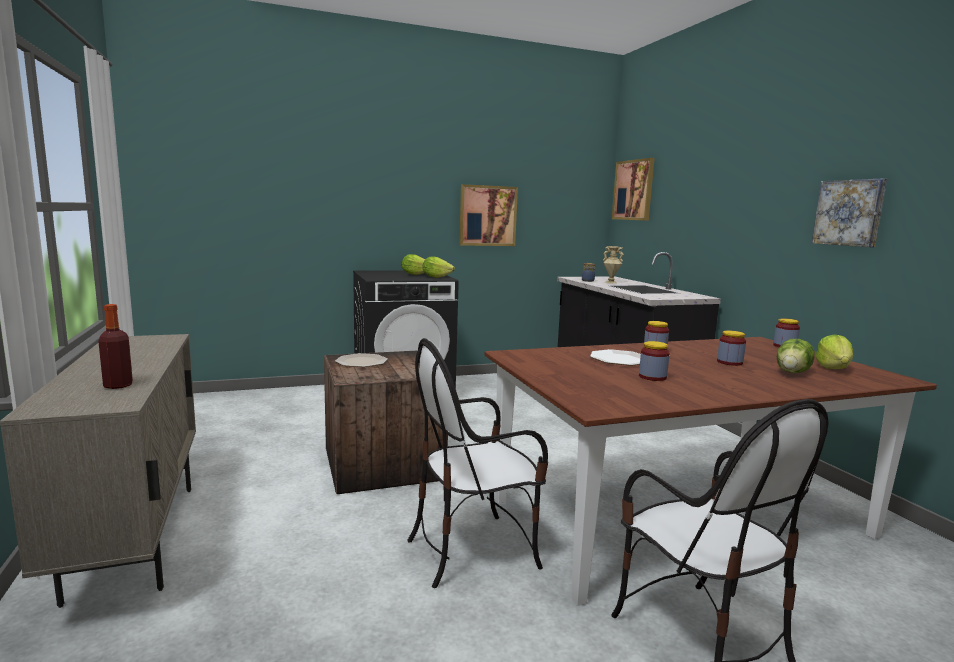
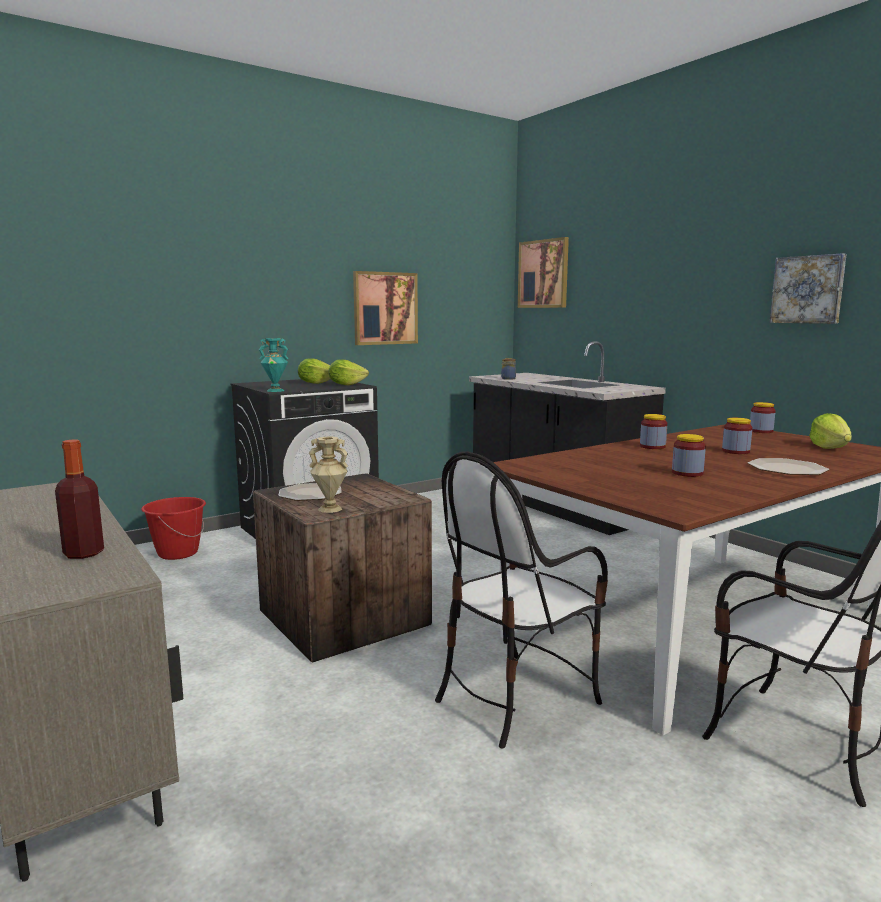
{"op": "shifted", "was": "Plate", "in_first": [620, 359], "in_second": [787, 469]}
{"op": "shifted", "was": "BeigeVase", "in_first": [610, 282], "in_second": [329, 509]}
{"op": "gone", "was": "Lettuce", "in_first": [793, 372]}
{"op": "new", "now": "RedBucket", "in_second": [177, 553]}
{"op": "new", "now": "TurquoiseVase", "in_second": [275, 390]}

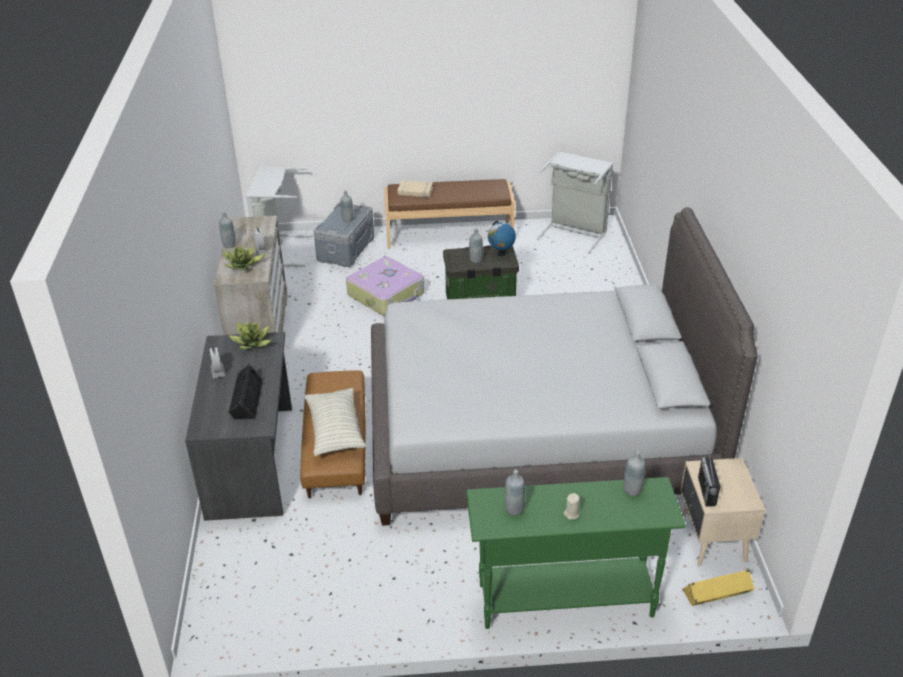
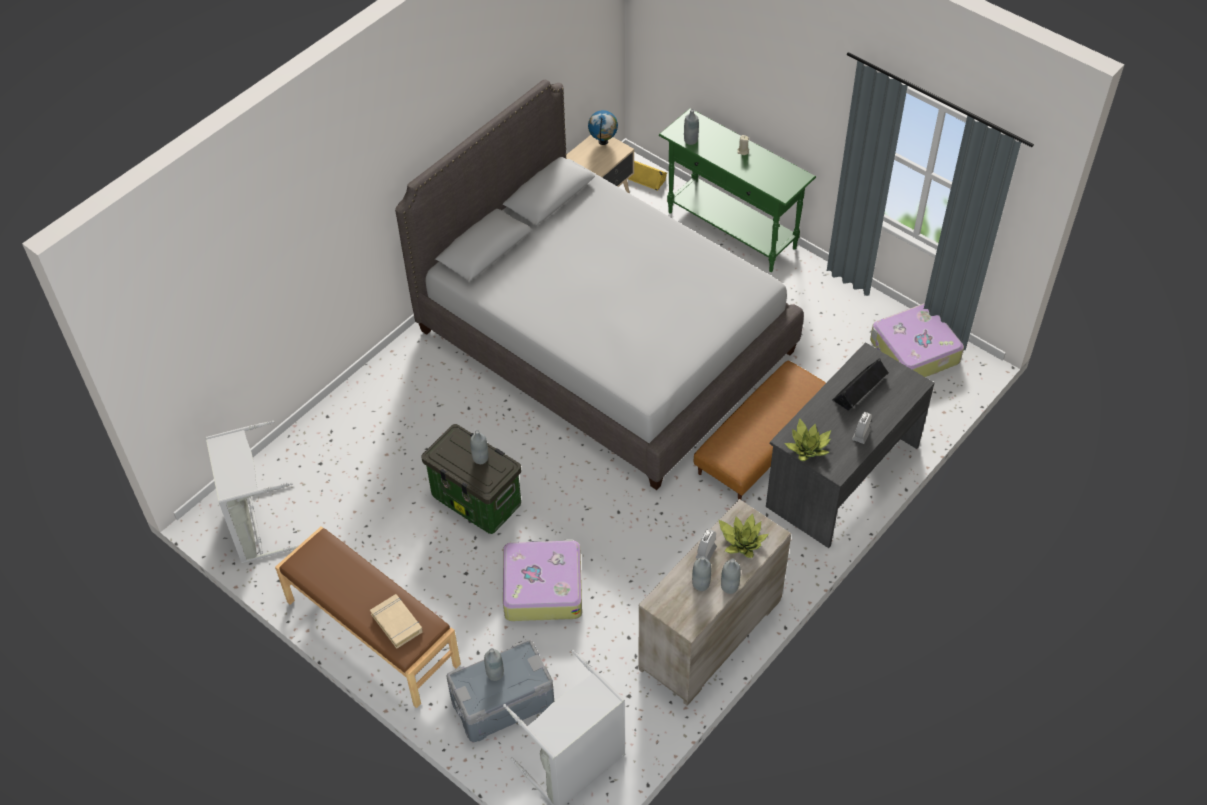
{"op": "gone", "was": "Pillow", "in_first": [335, 430]}
{"op": "shifted", "was": "Globe", "in_first": [501, 254], "in_second": [603, 142]}
{"op": "shifted", "was": "GreyBottle", "in_first": [514, 509], "in_second": [701, 584]}
{"op": "gone", "was": "Radio", "in_first": [706, 491]}
{"op": "new", "now": "Suitcase", "in_second": [913, 352]}

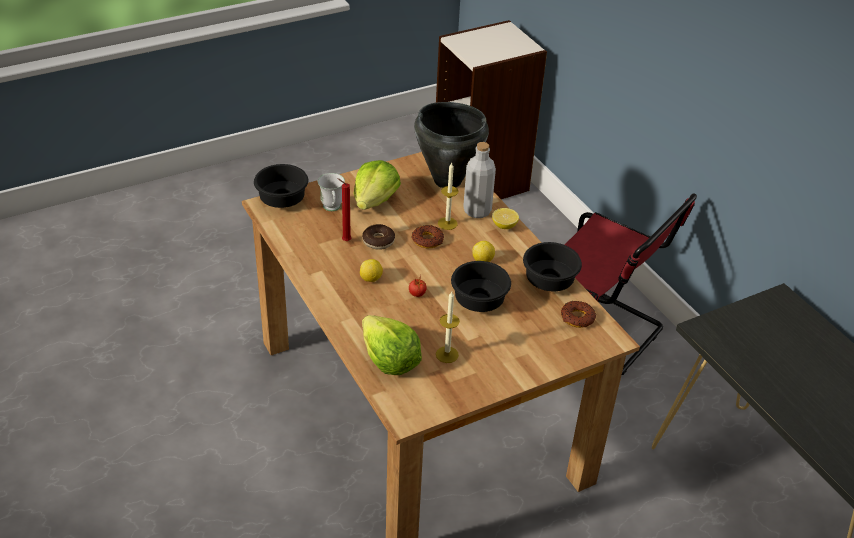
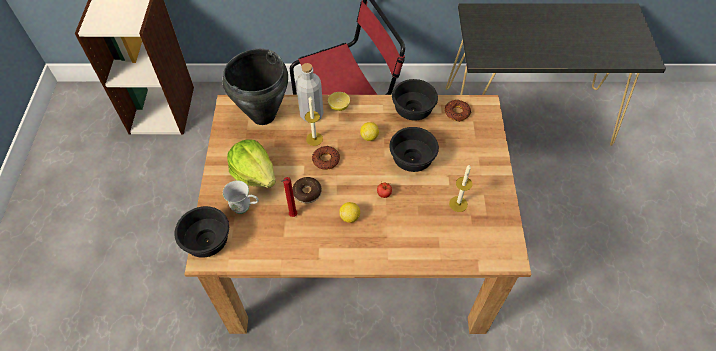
{"op": "gone", "was": "Lettuce", "in_first": [389, 360]}

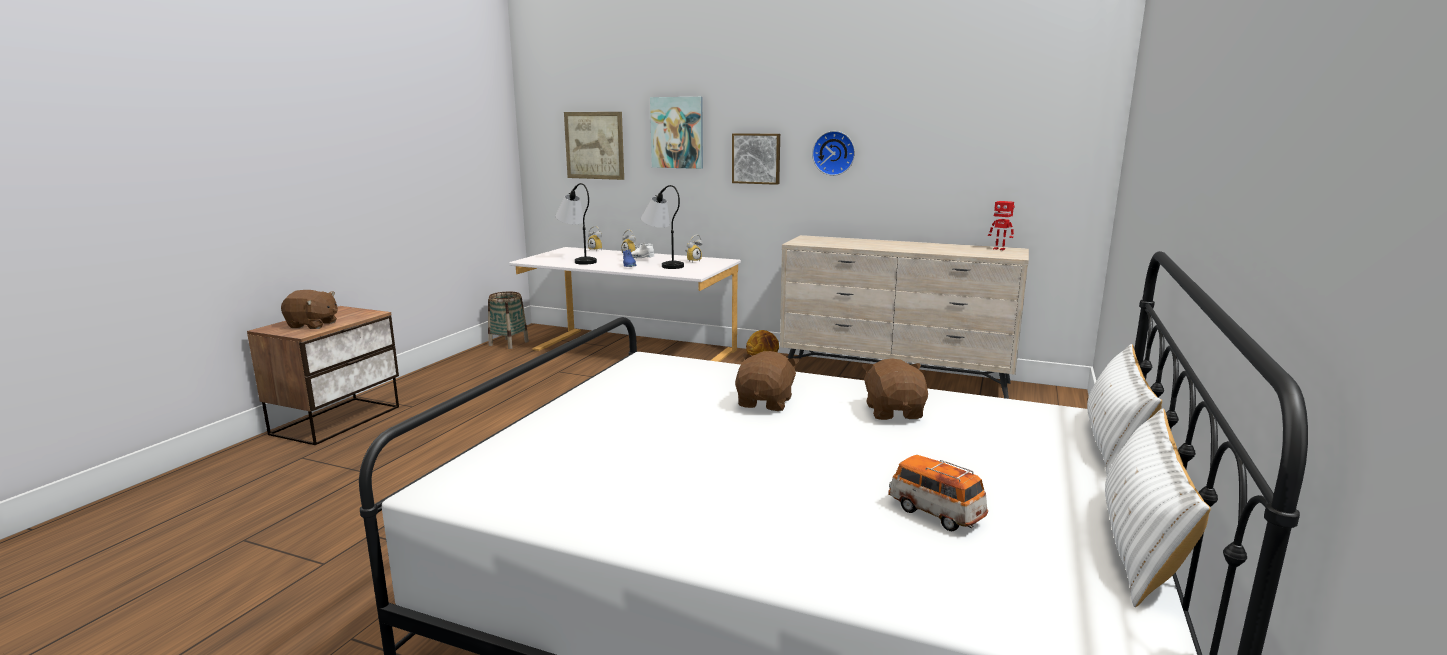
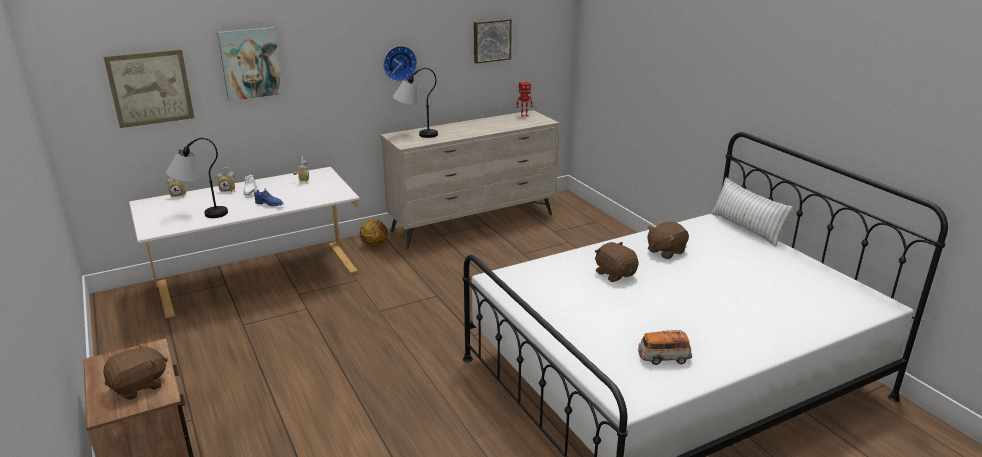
{"op": "gone", "was": "Basket", "in_first": [509, 343]}
{"op": "shifted", "was": "TableLamp", "in_first": [663, 264], "in_second": [415, 135]}
{"op": "shifted", "was": "Picture", "in_first": [756, 158], "in_second": [491, 40]}
{"op": "rotated", "was": "BrownPlushToy", "in_first": [894, 412], "in_second": [665, 251], "clockwise": -75}
{"op": "shifted", "was": "ToyCar", "in_first": [935, 513], "in_second": [663, 358]}
{"op": "gone", "was": "WhitePillow", "in_first": [1139, 542]}

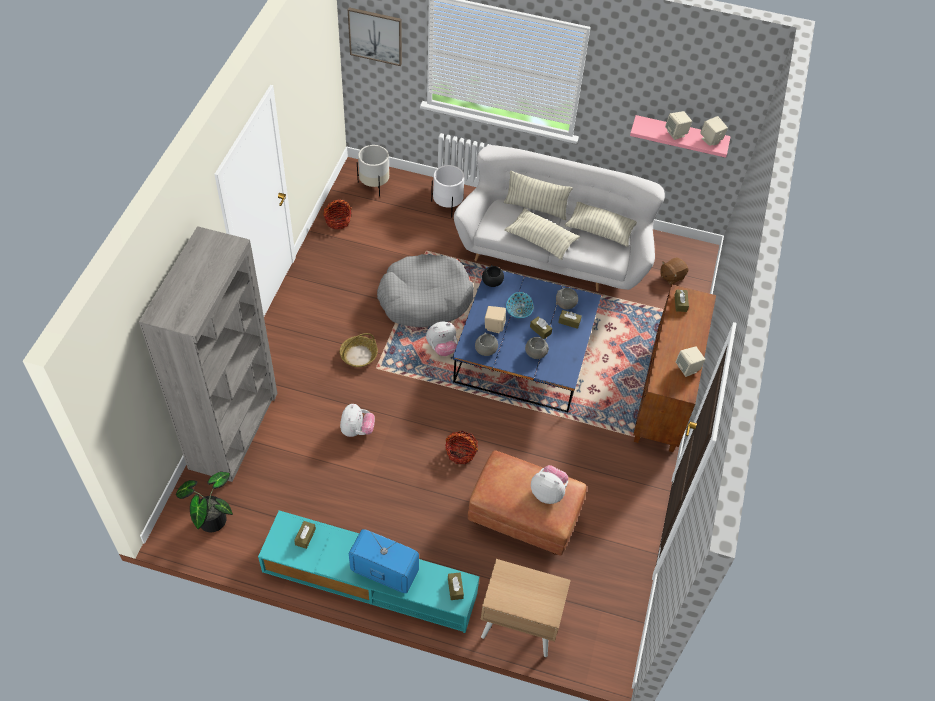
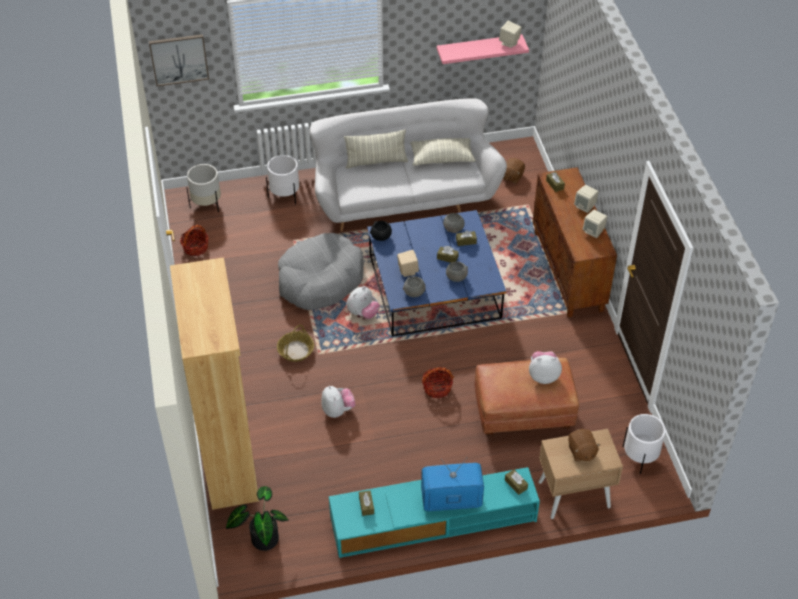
{"op": "repainted", "was": "GreyBookcase", "now": "BrownBookcase", "in_first": [234, 430], "in_second": [229, 459]}
{"op": "gone", "was": "Pillow", "in_first": [541, 240]}
{"op": "gone", "was": "Bowl", "in_first": [519, 311]}
{"op": "shifted", "was": "BeigeSpeaker", "in_first": [676, 133], "in_second": [585, 206]}
{"op": "new", "now": "BrownPlushToy", "in_second": [581, 452]}
{"op": "new", "now": "WhitePlanter", "in_second": [640, 457]}

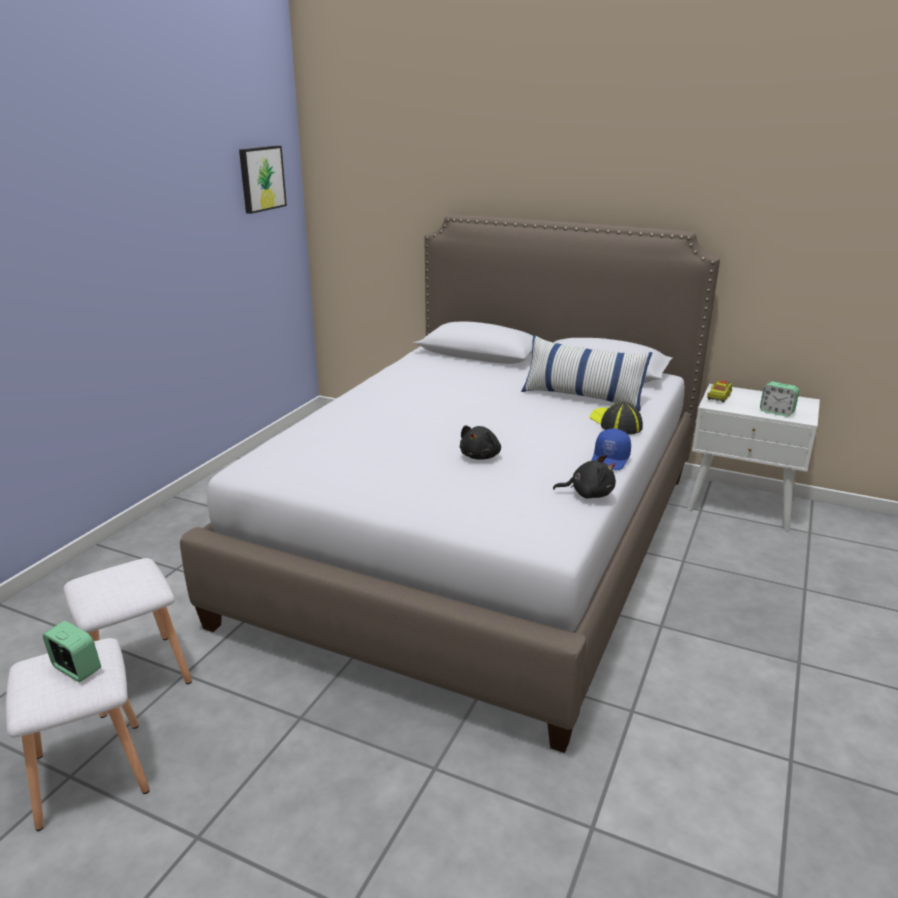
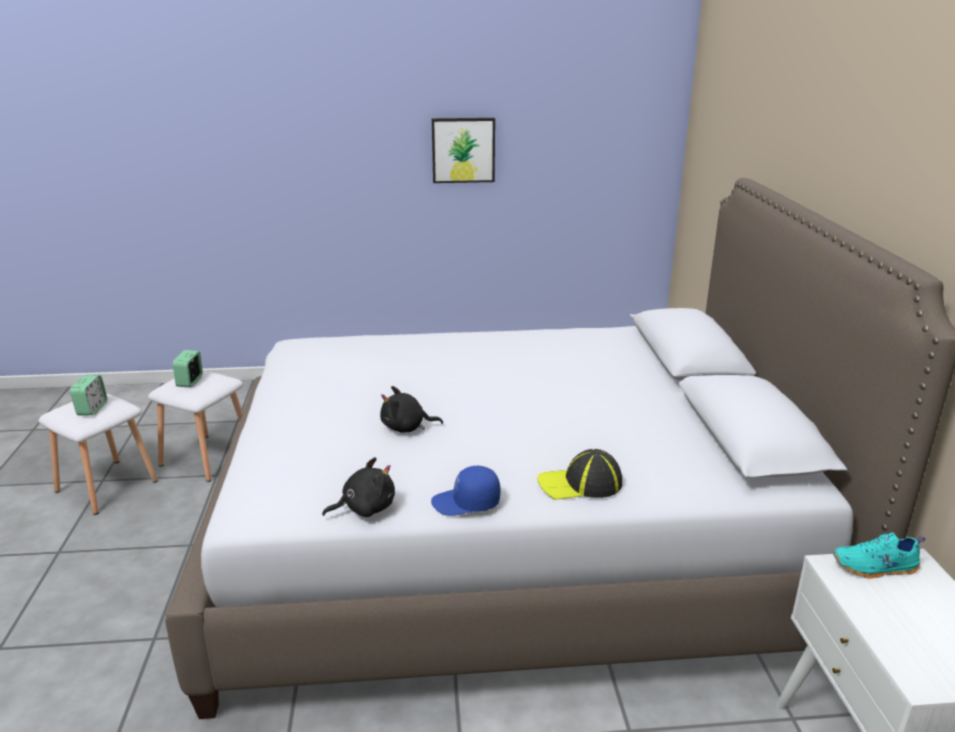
{"op": "shifted", "was": "Picture", "in_first": [261, 178], "in_second": [463, 150]}
{"op": "gone", "was": "Pillow", "in_first": [582, 397]}
{"op": "rotated", "was": "BlackPlushToy", "in_first": [588, 494], "in_second": [365, 508], "clockwise": -90}
{"op": "rotated", "was": "Cap", "in_first": [615, 423], "in_second": [580, 484], "clockwise": -135}
{"op": "swapped", "was": "ToyTruck", "now": "TurquoiseShoe", "in_first": [719, 397], "in_second": [875, 568]}
{"op": "shifted", "was": "AlarmClock", "in_first": [776, 412], "in_second": [190, 382]}

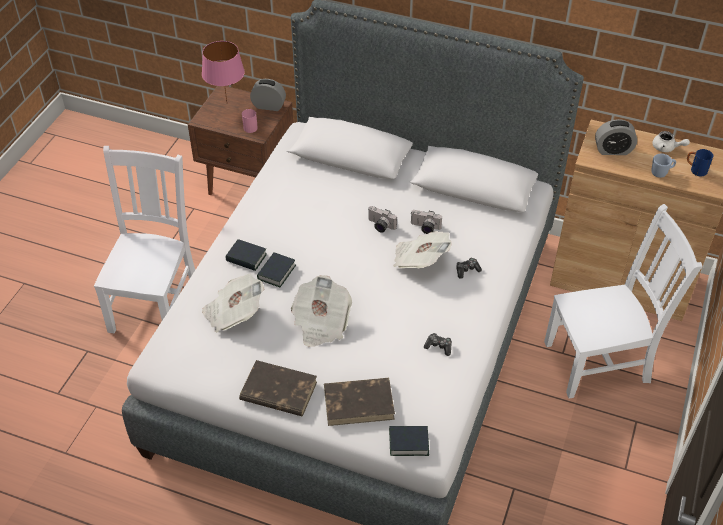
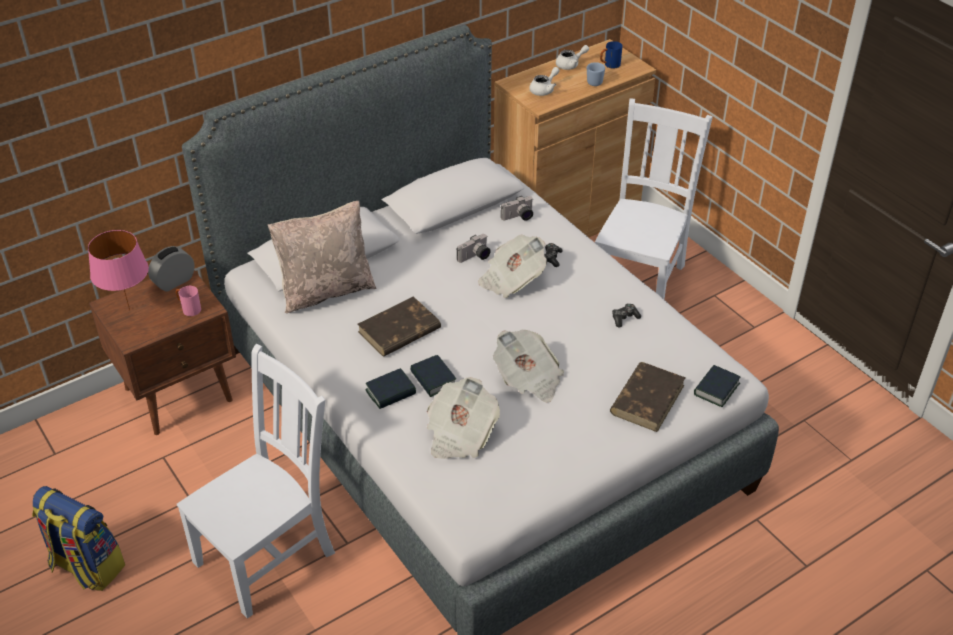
{"op": "rotated", "was": "WhiteChair", "in_first": [155, 303], "in_second": [268, 555], "clockwise": 90}
{"op": "shifted", "was": "BrownBook", "in_first": [278, 391], "in_second": [398, 331]}
{"op": "shifted", "was": "PhotoCamera", "in_first": [380, 226], "in_second": [519, 217]}
{"op": "swapped", "was": "AlarmClock", "now": "WhiteTeapot", "in_first": [613, 150], "in_second": [544, 90]}
{"op": "new", "now": "Backpack", "in_second": [86, 567]}
{"op": "new", "now": "BeigePillow", "in_second": [326, 290]}

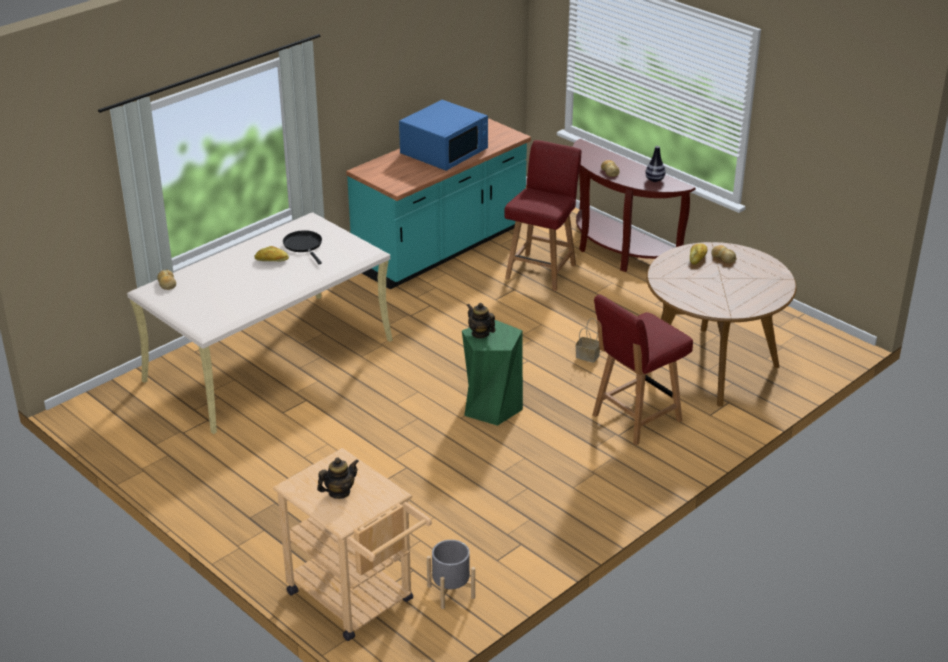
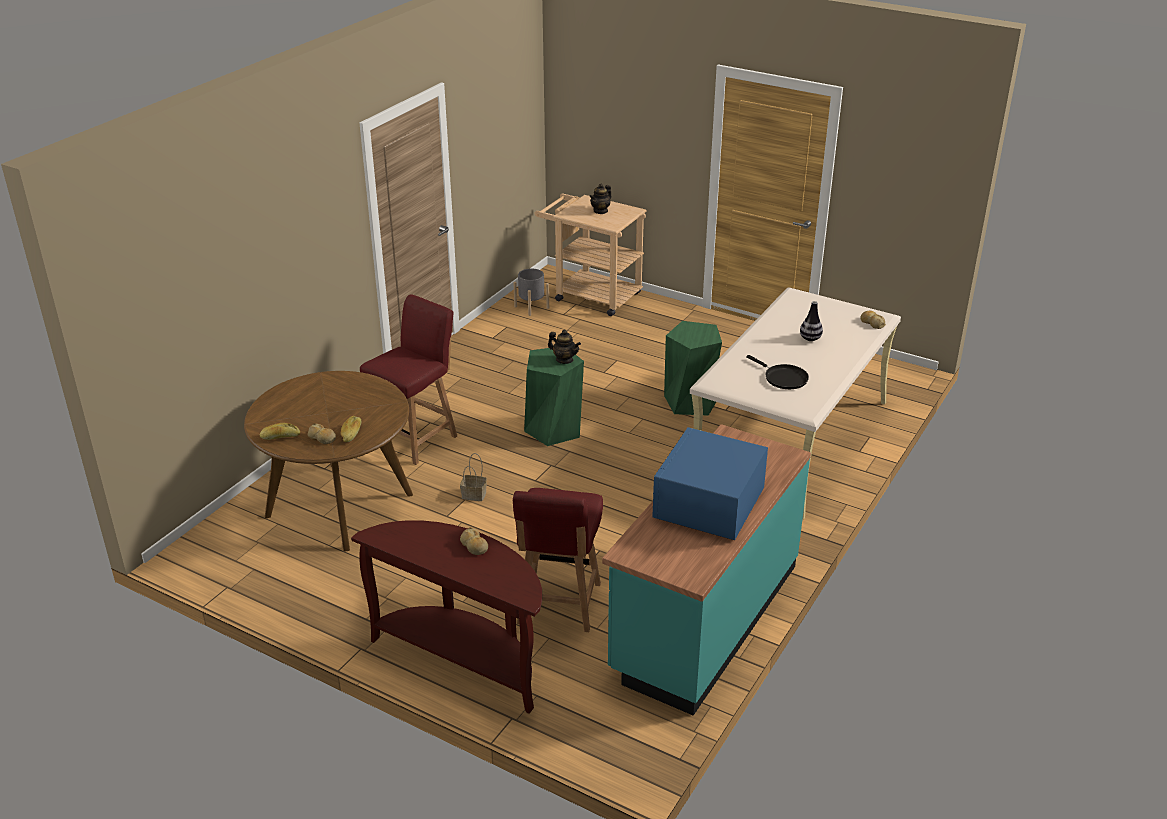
{"op": "shifted", "was": "Bread", "in_first": [271, 260], "in_second": [280, 437]}
{"op": "shifted", "was": "Vase", "in_first": [654, 180], "in_second": [810, 339]}
{"op": "new", "now": "GreenStool", "in_second": [691, 402]}

